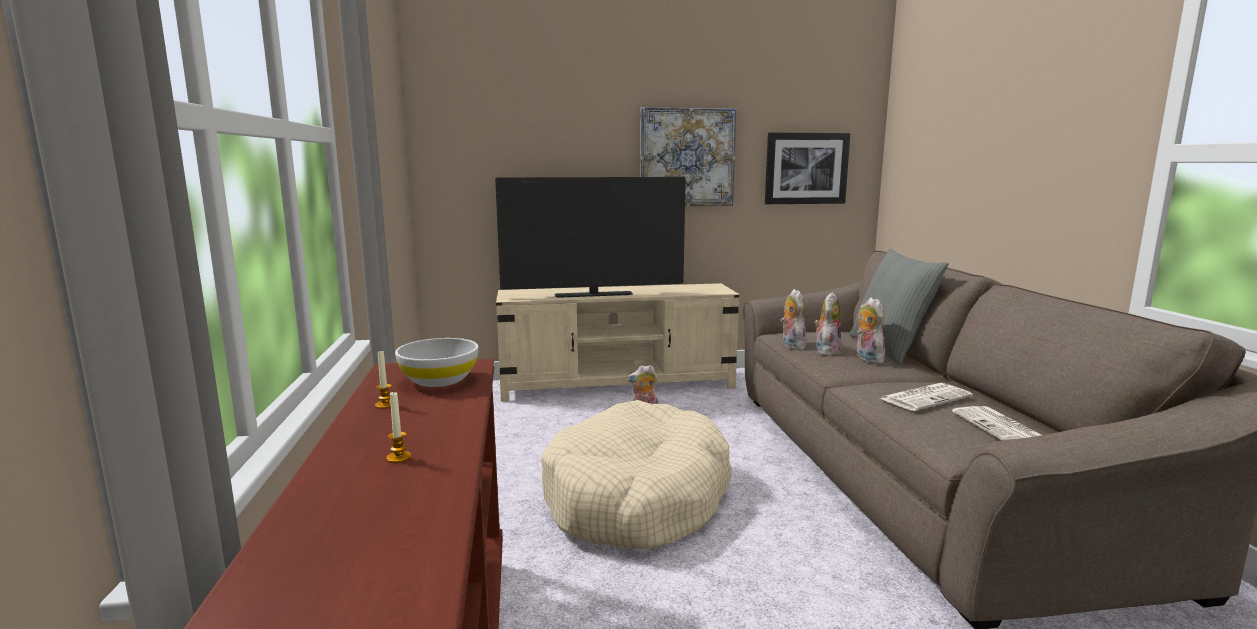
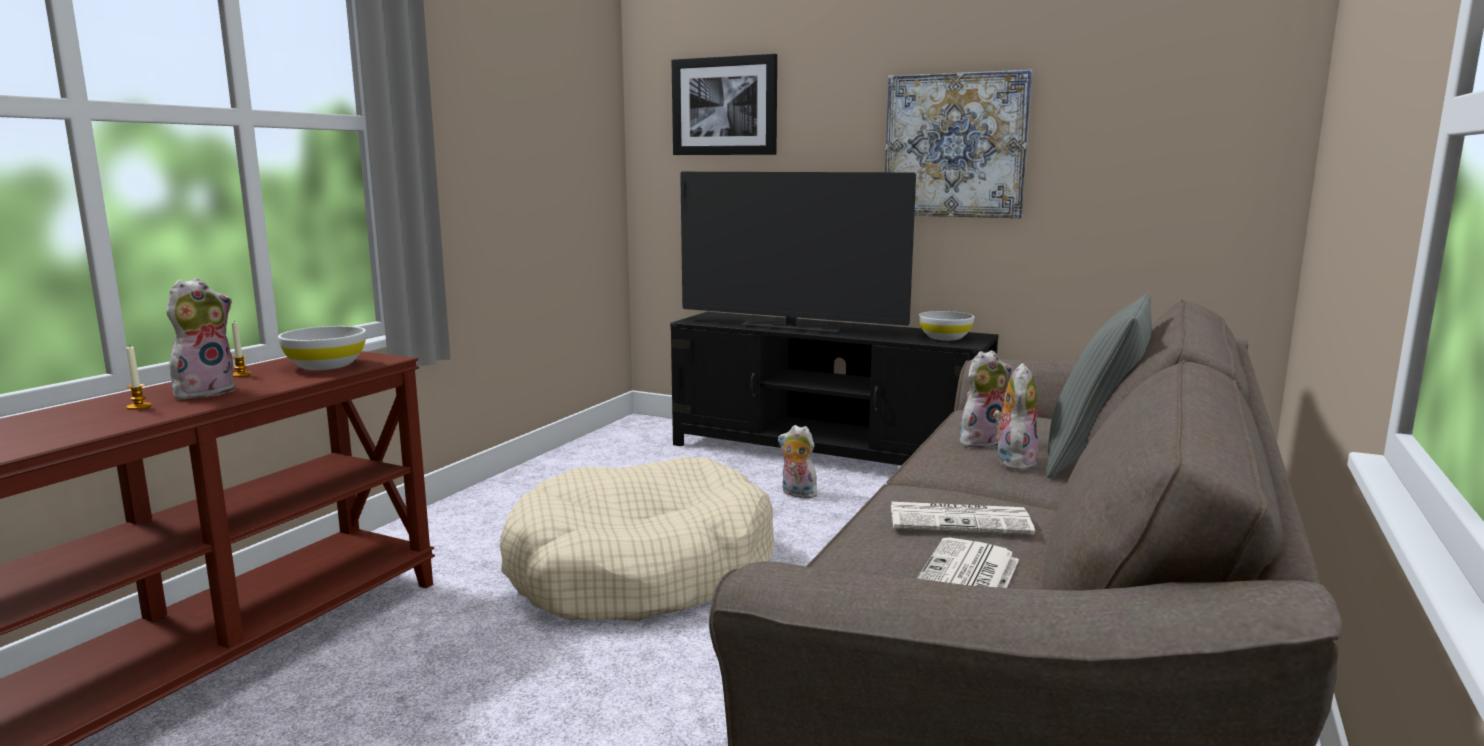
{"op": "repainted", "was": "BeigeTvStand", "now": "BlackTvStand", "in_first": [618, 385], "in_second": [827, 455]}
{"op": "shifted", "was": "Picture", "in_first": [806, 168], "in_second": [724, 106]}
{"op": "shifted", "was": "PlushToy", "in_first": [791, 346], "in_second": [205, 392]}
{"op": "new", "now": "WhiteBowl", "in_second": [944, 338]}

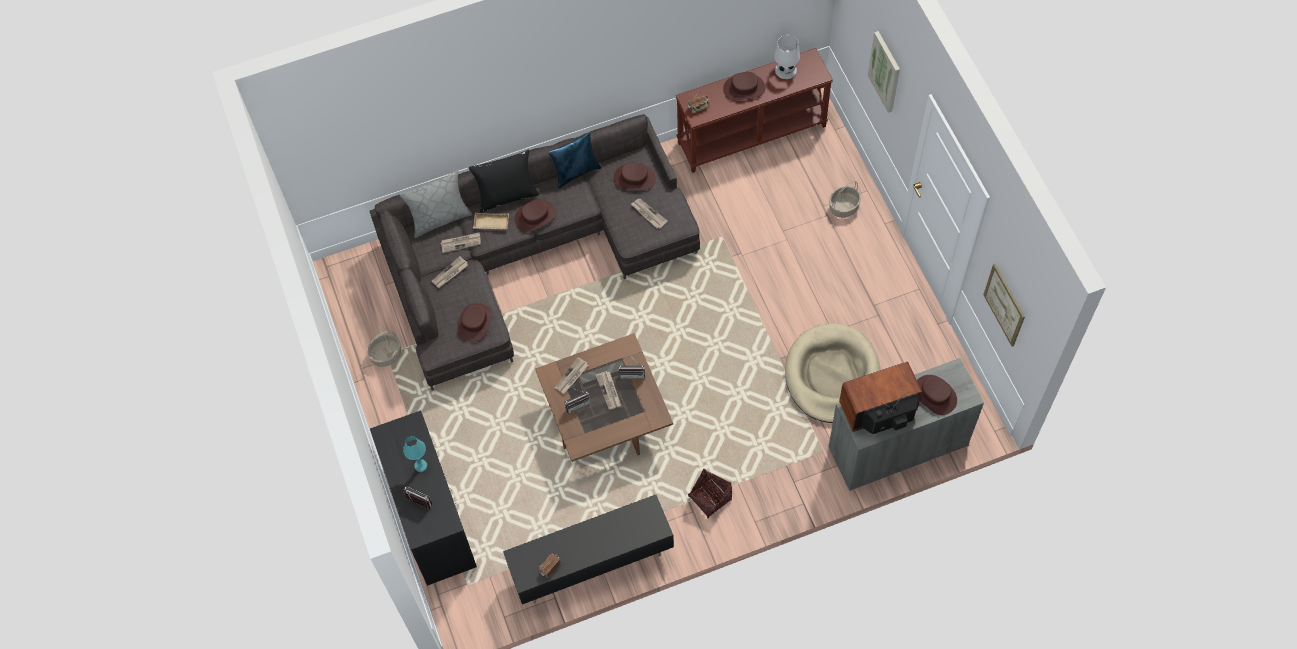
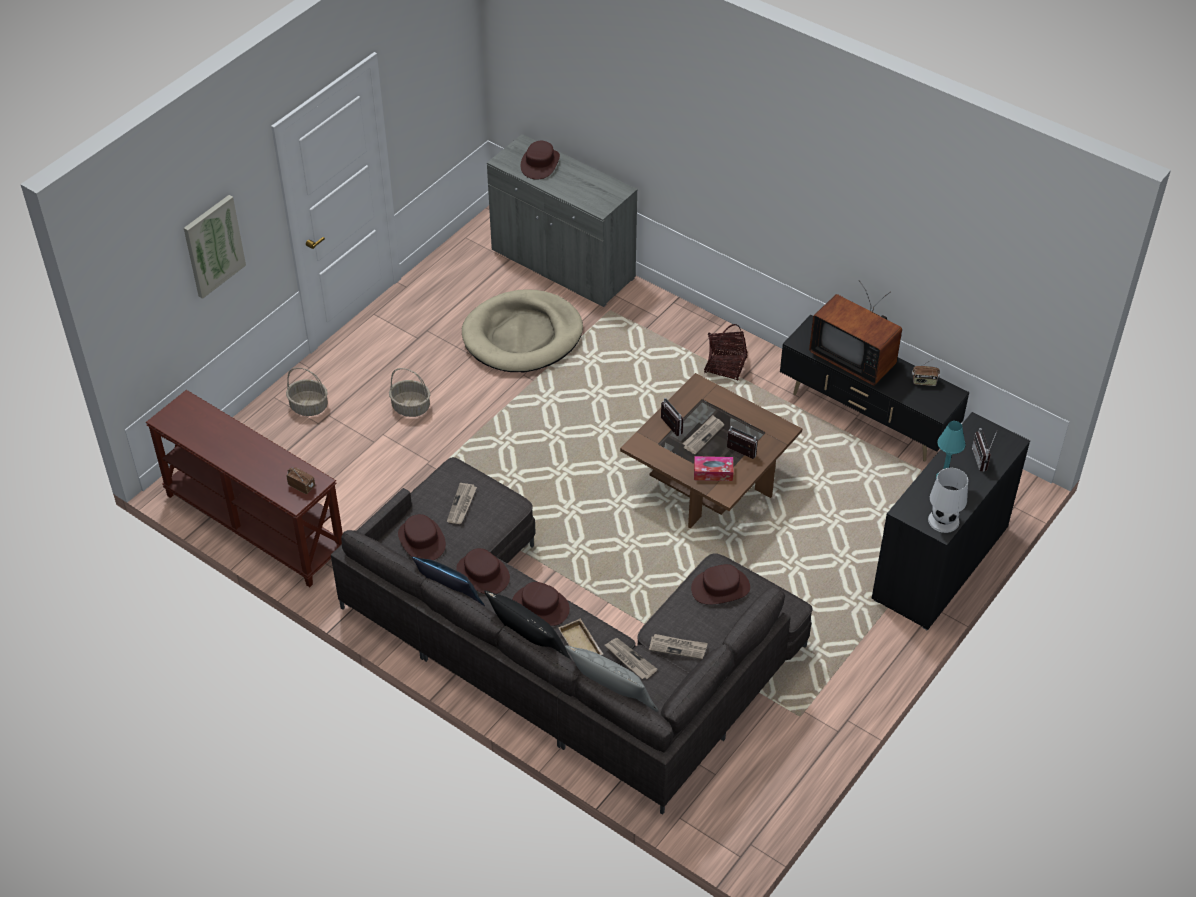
{"op": "shifted", "was": "Basket", "in_first": [386, 355], "in_second": [410, 407]}
{"op": "swapped", "was": "Newspaper", "now": "TissueBox", "in_first": [571, 377], "in_second": [713, 472]}
{"op": "shifted", "was": "BrownHat", "in_first": [744, 88], "in_second": [482, 574]}
{"op": "shifted", "was": "WhiteTableLamp", "in_first": [785, 70], "in_second": [943, 521]}
{"op": "shifted", "was": "Television", "in_first": [880, 412], "in_second": [854, 357]}
{"op": "gone", "was": "Picture", "in_first": [1004, 305]}

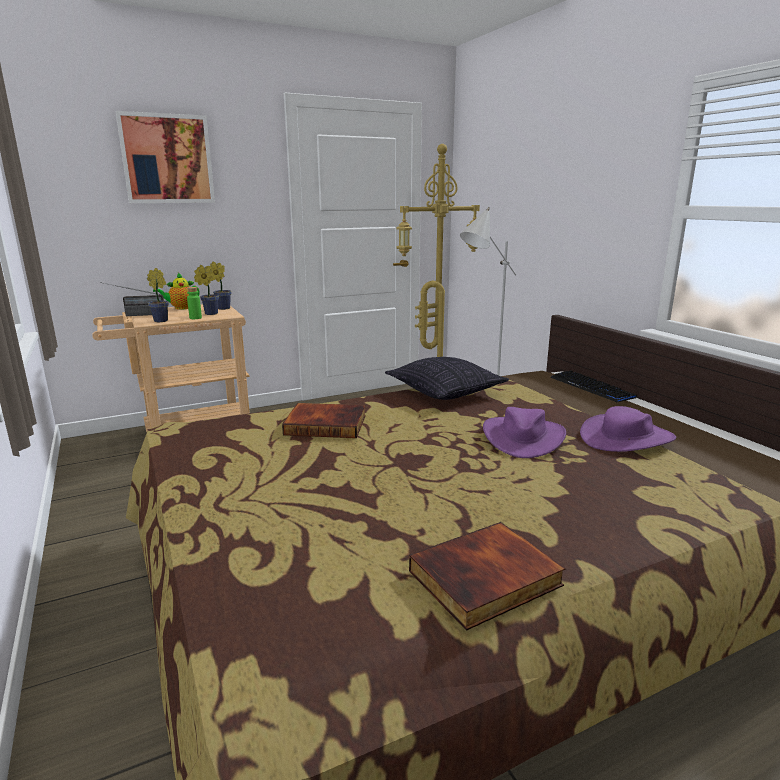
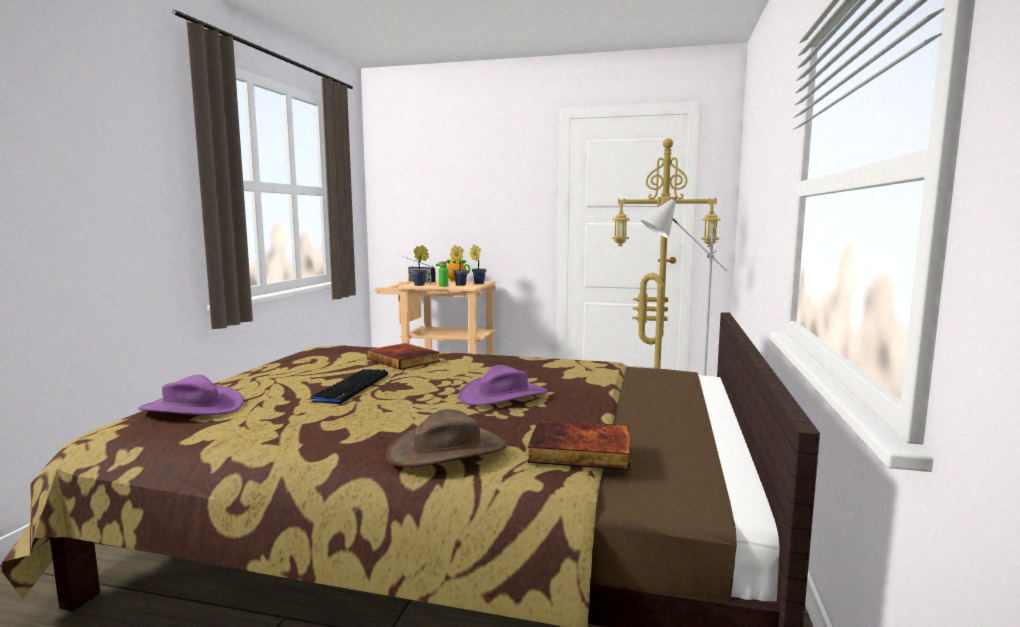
{"op": "gone", "was": "Picture", "in_first": [167, 159]}
{"op": "gone", "was": "Pillow", "in_first": [445, 392]}
{"op": "shifted", "was": "Book", "in_first": [485, 580], "in_second": [579, 451]}
{"op": "shifted", "was": "Keyboard", "in_first": [591, 388], "in_second": [351, 387]}
{"op": "shifted", "was": "PurpleHat", "in_first": [627, 438], "in_second": [192, 407]}
{"op": "new", "now": "BrownHat", "in_second": [447, 450]}

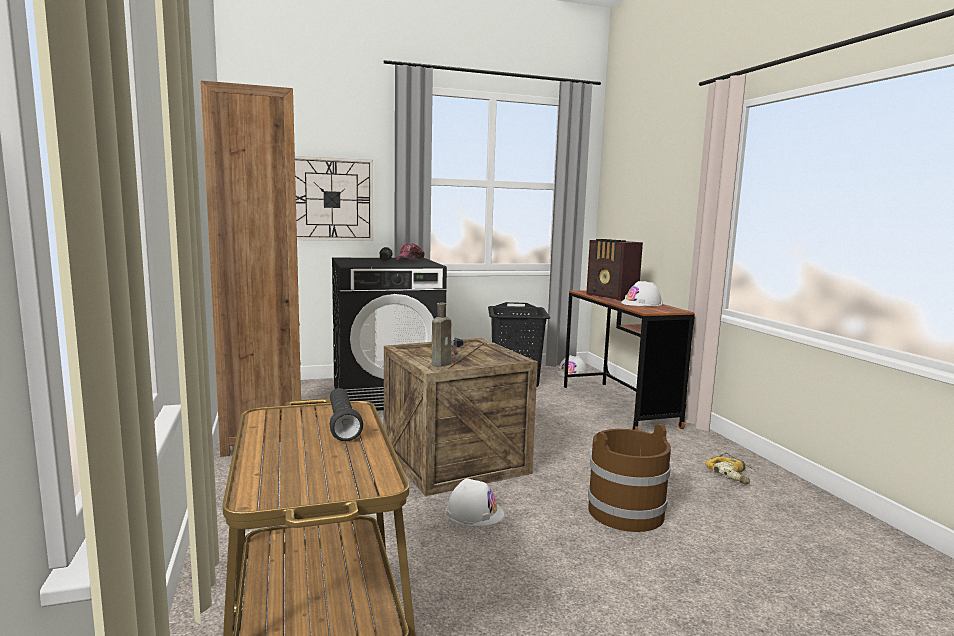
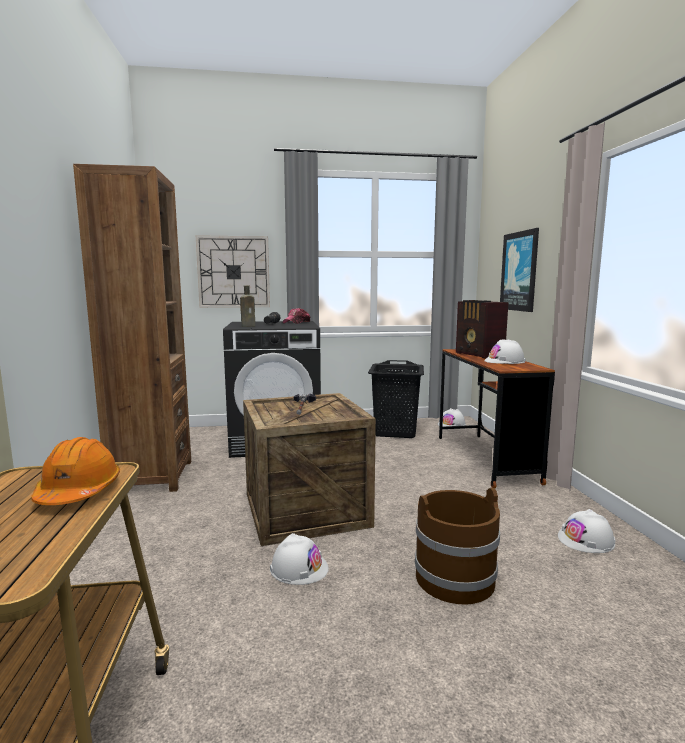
{"op": "swapped", "was": "BlackFlashlight", "now": "OrangeHardHat", "in_first": [342, 425], "in_second": [79, 491]}
{"op": "shifted", "was": "BrownBottle", "in_first": [442, 363], "in_second": [249, 326]}
{"op": "swapped", "was": "PowerDrill", "now": "WhiteHardHat", "in_first": [733, 474], "in_second": [586, 540]}
{"op": "new", "now": "Picture", "in_second": [519, 271]}

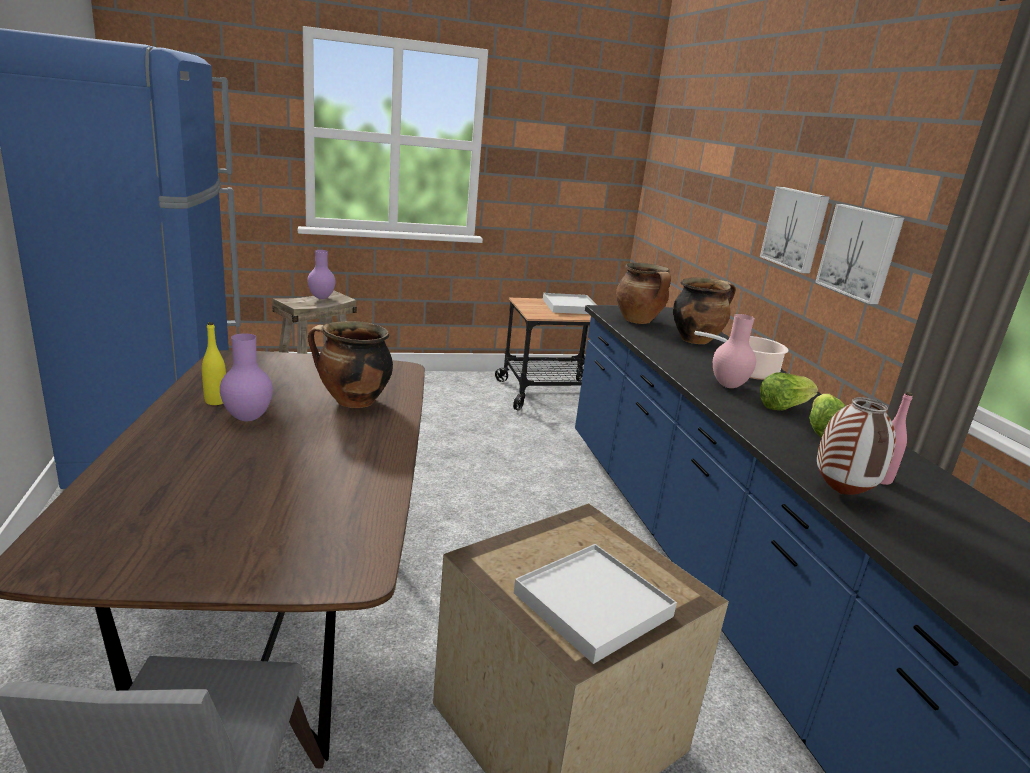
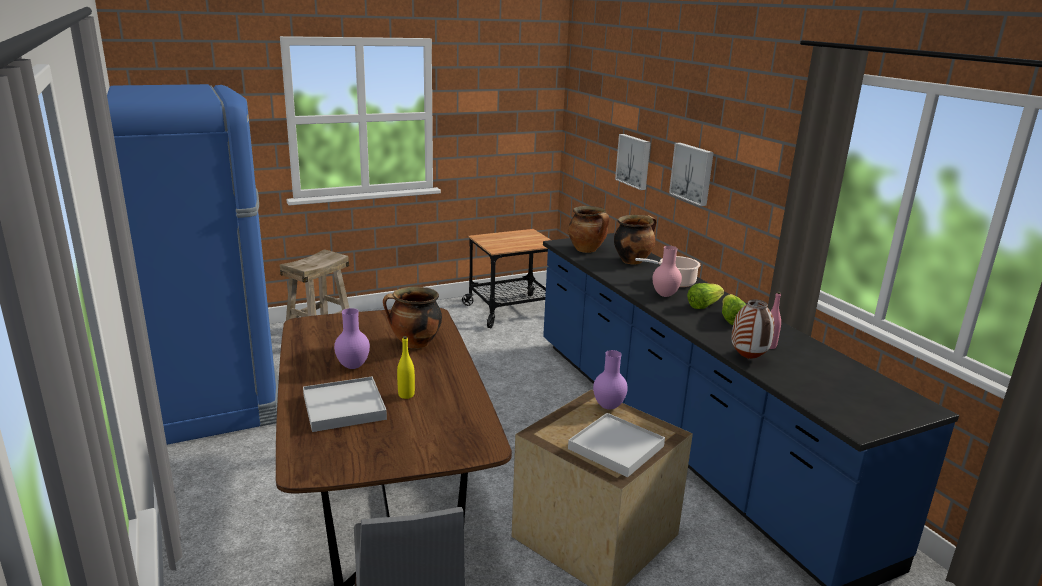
{"op": "shifted", "was": "YellowBottle", "in_first": [216, 401], "in_second": [406, 395]}
{"op": "shifted", "was": "PurpleVase", "in_first": [321, 298], "in_second": [608, 407]}
{"op": "shifted", "was": "WhiteTray", "in_first": [569, 306], "in_second": [344, 407]}
{"op": "shifted", "was": "Picture", "in_first": [860, 252], "in_second": [634, 161]}

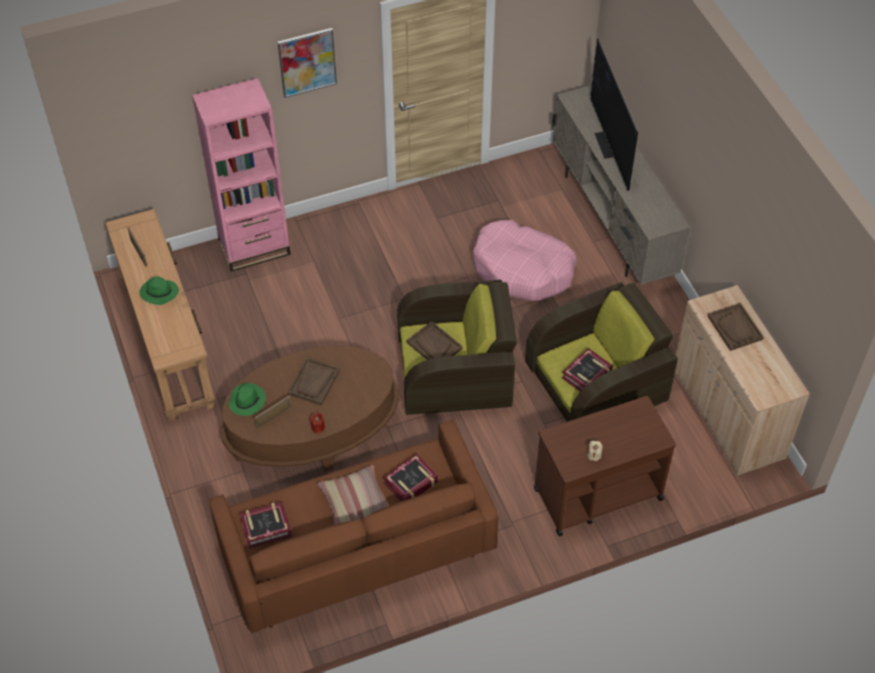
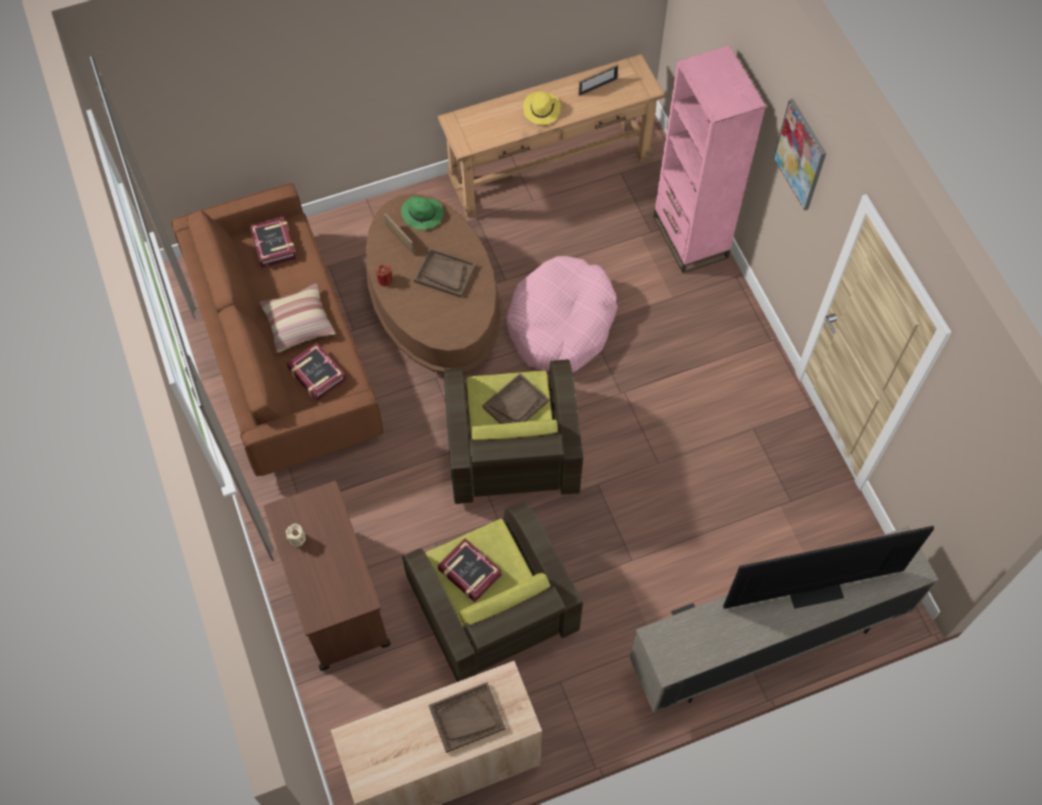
{"op": "repainted", "was": "GreenHat", "now": "YellowHat", "in_first": [158, 293], "in_second": [541, 109]}
{"op": "shifted", "was": "PinkDogBed", "in_first": [522, 269], "in_second": [561, 324]}

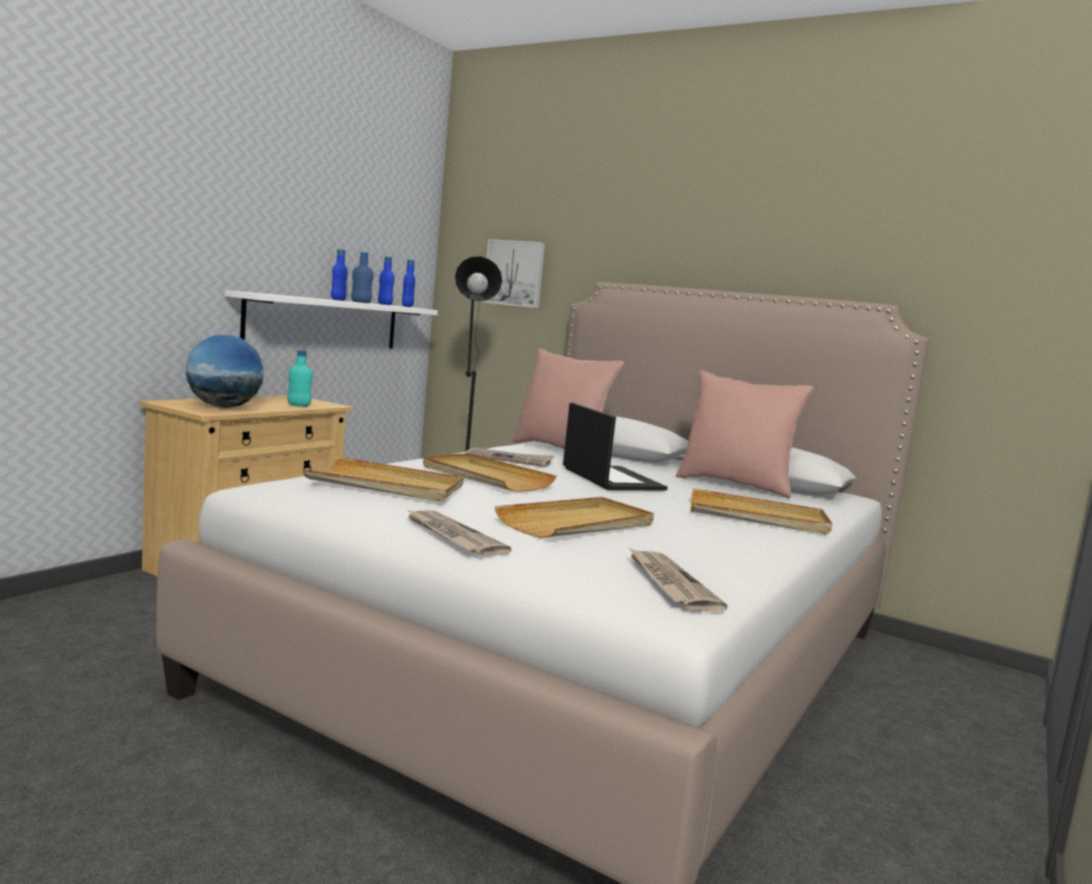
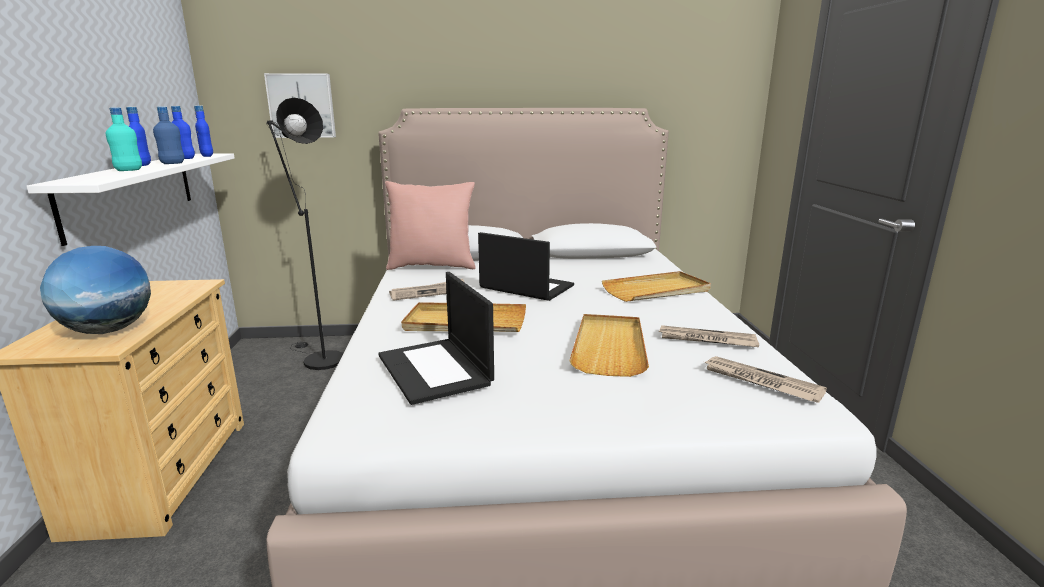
{"op": "shifted", "was": "TurquoiseBottle", "in_first": [298, 405], "in_second": [129, 170]}
{"op": "swapped", "was": "BeigeTray", "now": "Laptop", "in_first": [386, 485], "in_second": [436, 370]}
{"op": "shifted", "was": "Newspaper", "in_first": [452, 536], "in_second": [706, 340]}
{"op": "gone", "was": "PinkPillow", "in_first": [735, 485]}

